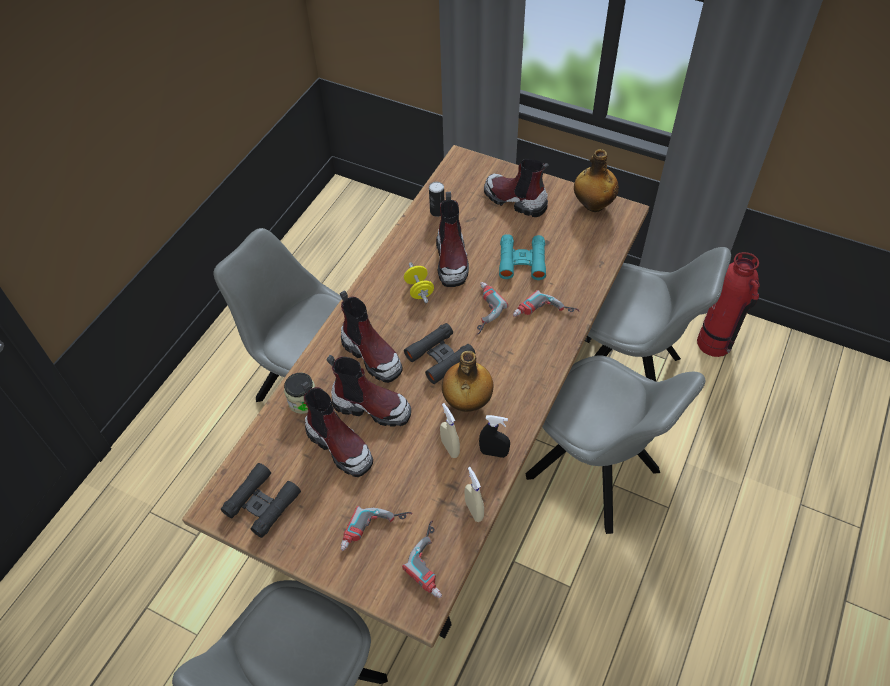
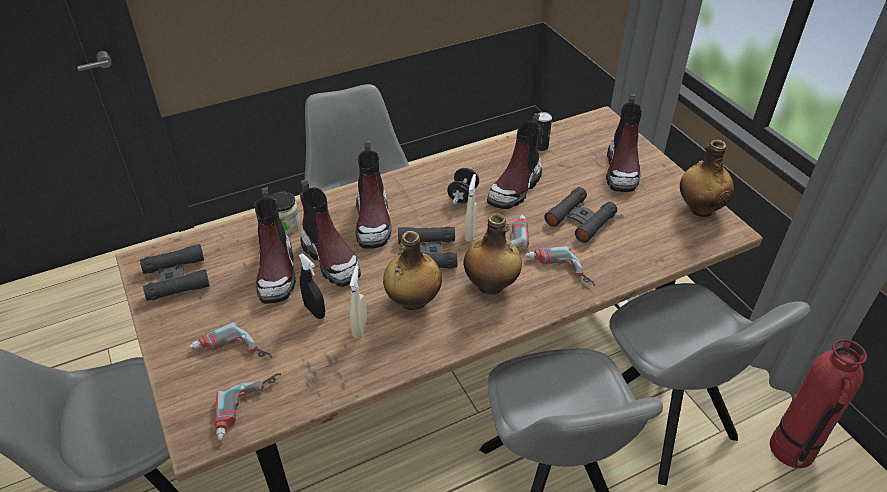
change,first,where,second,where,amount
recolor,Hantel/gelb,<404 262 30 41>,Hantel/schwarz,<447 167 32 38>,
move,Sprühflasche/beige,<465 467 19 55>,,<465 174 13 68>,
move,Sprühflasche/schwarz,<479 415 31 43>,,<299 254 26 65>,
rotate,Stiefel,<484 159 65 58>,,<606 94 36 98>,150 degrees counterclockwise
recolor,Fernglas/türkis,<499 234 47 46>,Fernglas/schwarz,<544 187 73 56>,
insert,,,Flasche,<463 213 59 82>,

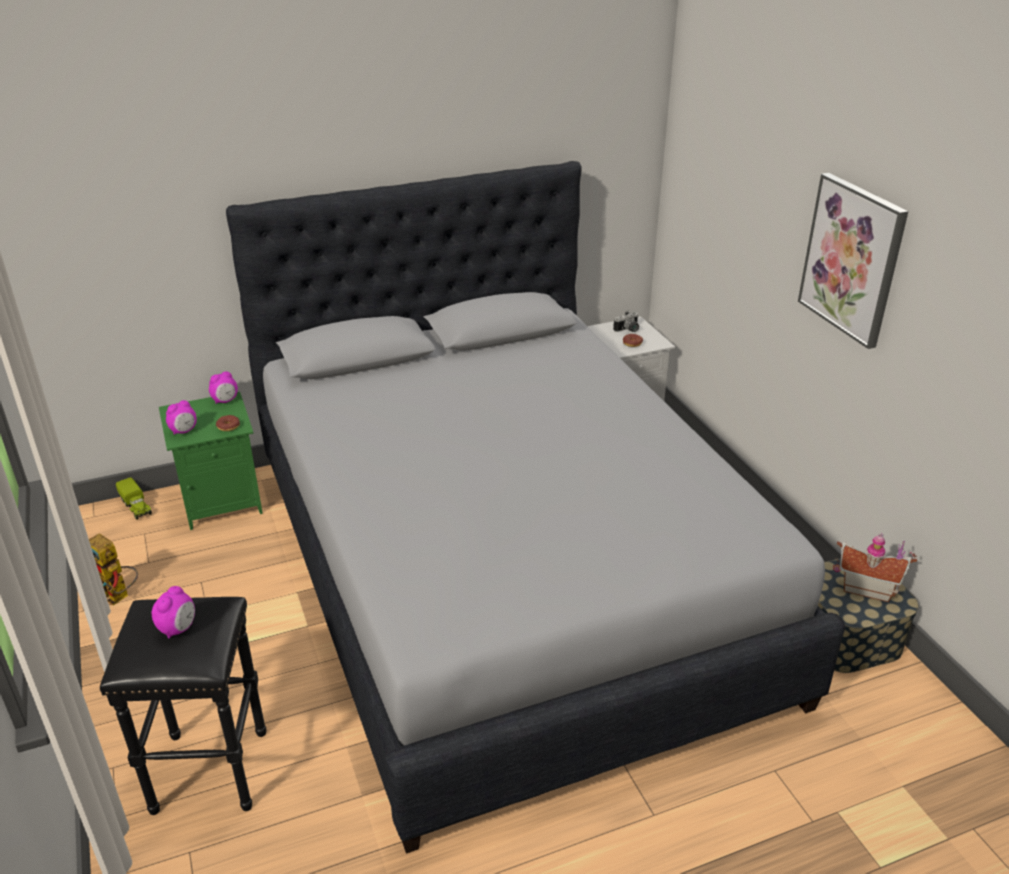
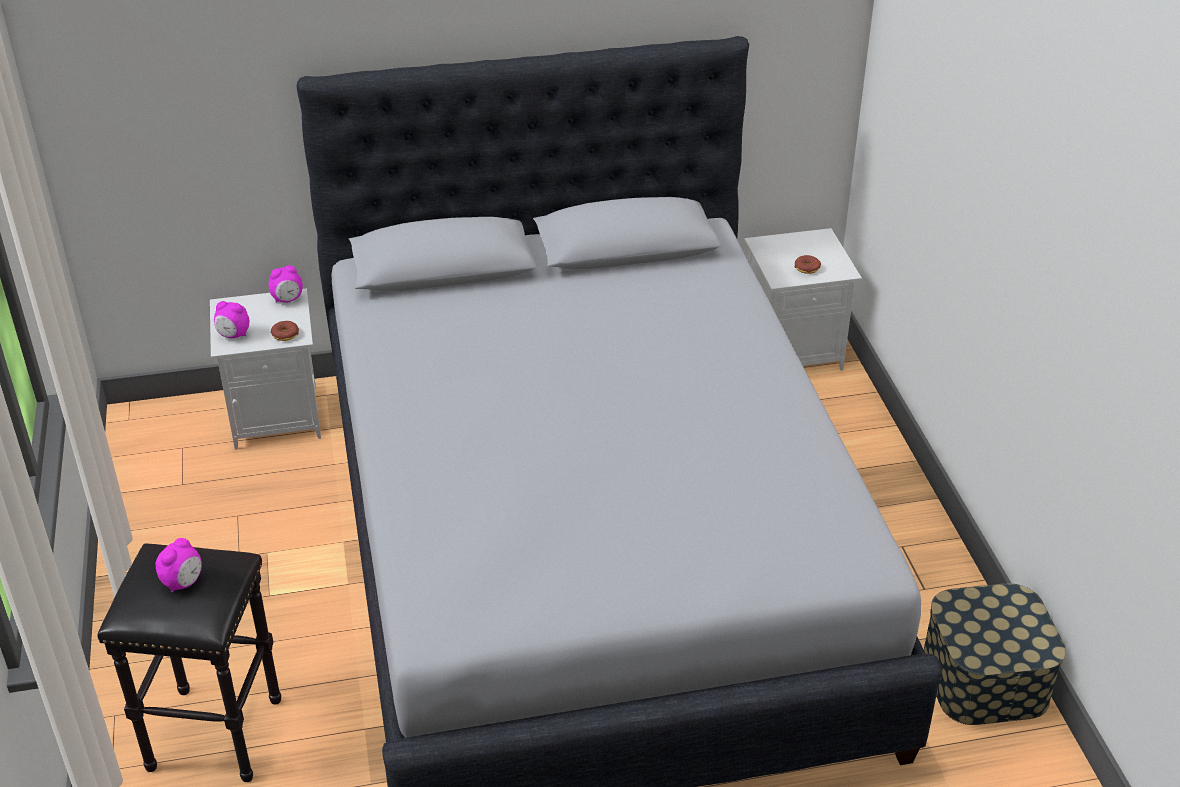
change,first,where,second,where,amount
delete,Spielzeugroboter,<89 533 49 72>,,,
delete,Spielzeuglaster,<116 477 36 43>,,,
recolor,Nachttisch/grün,<159 392 104 138>,Nachttisch/grau,<210 288 111 162>,
rotate,Wecker,<166 400 30 35>,,<214 301 35 37>,45 degrees clockwise
delete,Kamera,<613 310 26 22>,,,
delete,Bild,<798 173 110 176>,,,
delete,Spielzeughaus,<832 533 85 69>,,,

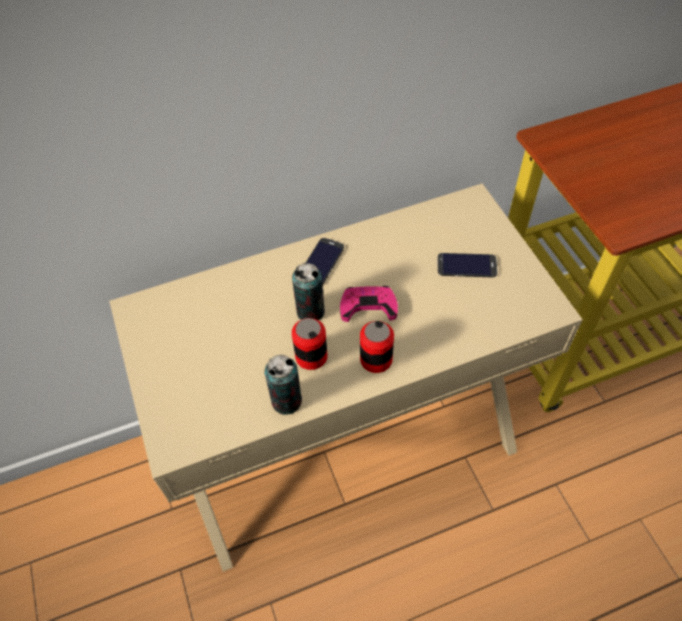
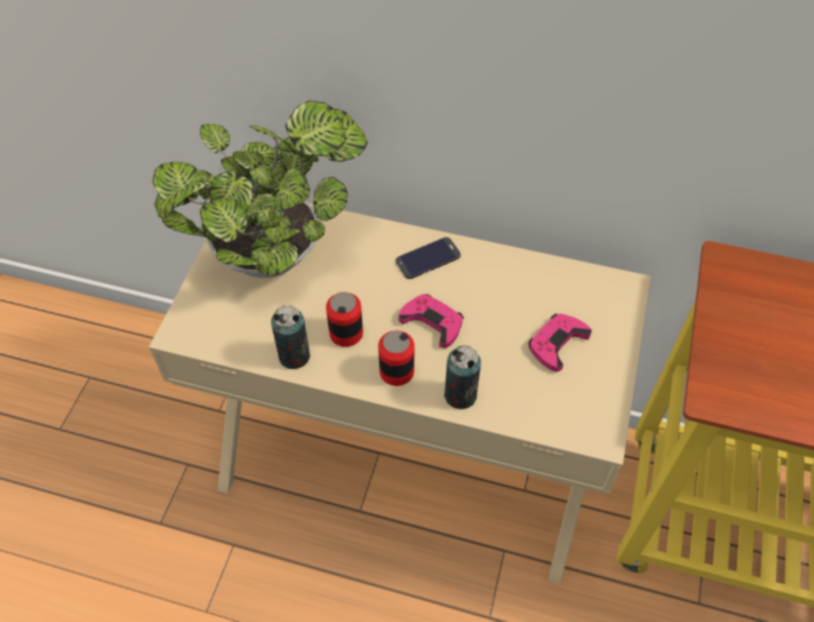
change,first,where,second,where,amount
move,Dose,<292 263 33 57>,,<444 345 37 64>,
replace,Handy,<437 253 60 24>,Gamepad/rosa,<528 313 64 59>,
insert,,,Topfpflanze,<152 101 216 177>,

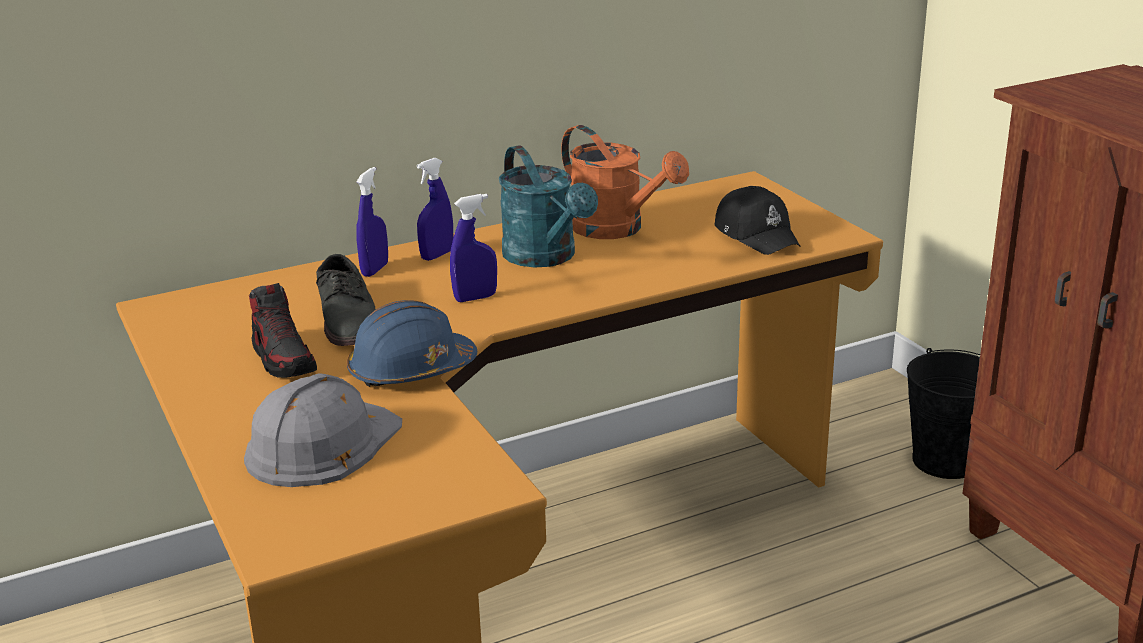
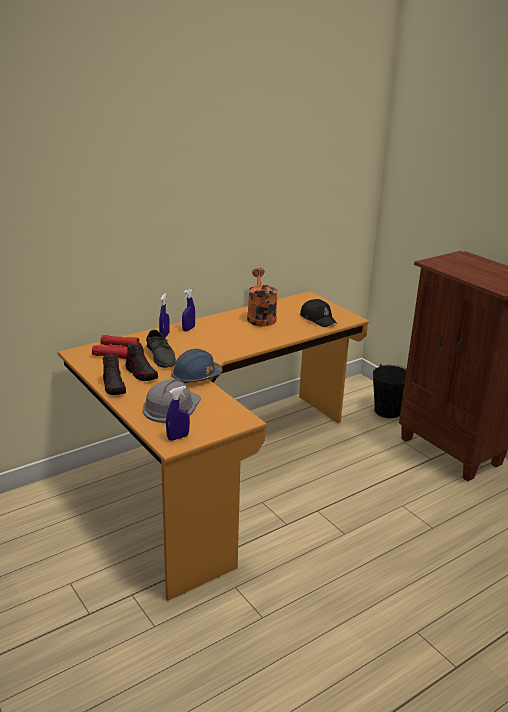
change,first,where,second,where,amount
move,Sprühflasche/blau,<450 194 47 108>,,<166 386 24 55>,
delete,Gießkanne/türkis,<499 145 99 123>,,,
rotate,Gießkanne/orange,<561 125 128 114>,,<247 268 31 58>,135 degrees counterclockwise
insert,,,Fernglas/rot,<92 335 47 24>,
insert,,,Schuh,<103 354 23 41>,

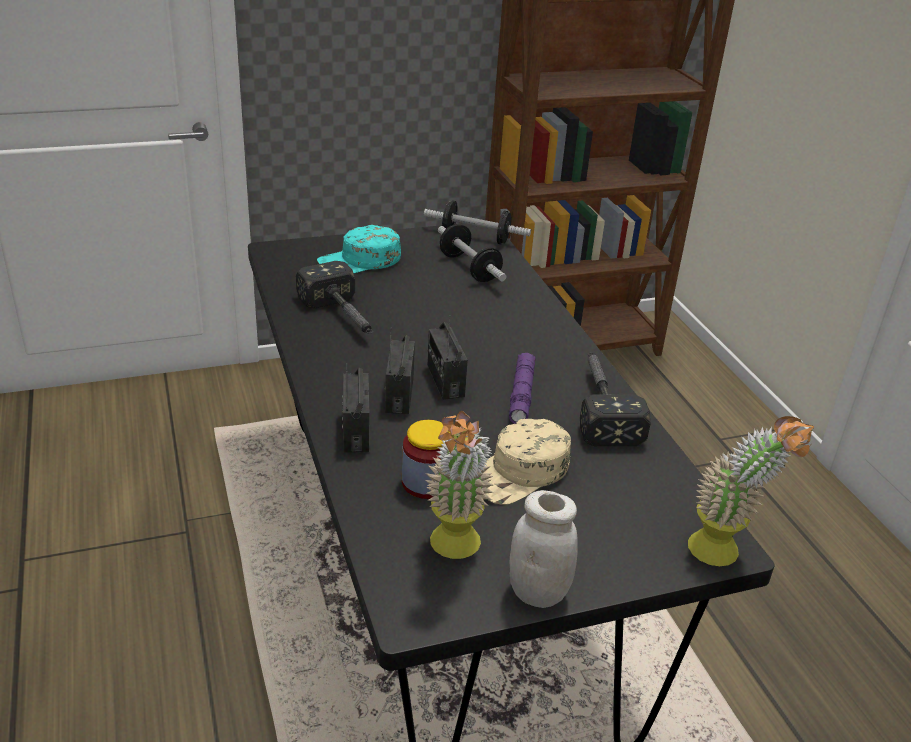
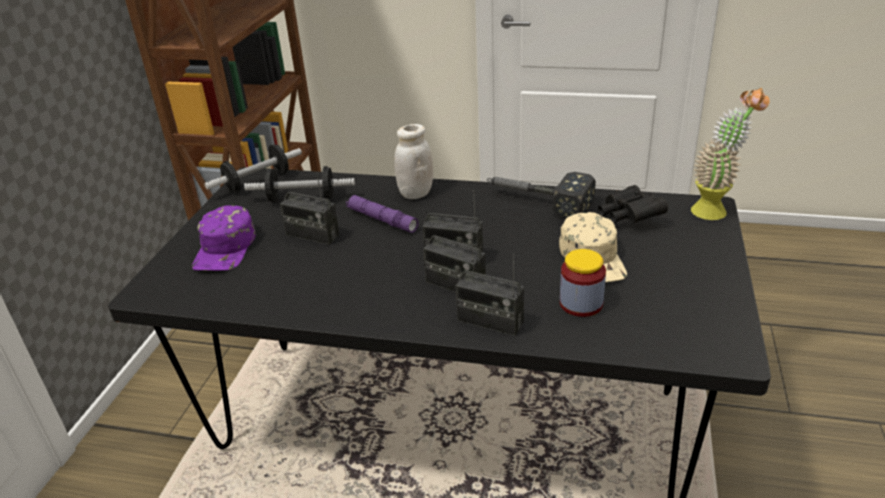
change,first,where,second,where,amount
delete,Hammer,<296 261 77 73>,,,
recolor,Kappe/türkis,<317 225 84 48>,Kappe/lila,<192 205 64 66>,
delete,Topfpflanze,<425 411 69 148>,,,
move,Taschenlampe/lila,<509 353 27 71>,,<346 195 73 38>,
move,Vorratsglas/weiß,<510 490 68 118>,,<394 124 39 75>,
insert,,,Radio,<280 173 59 72>,
insert,,,Fernglas/schwarz,<598 185 70 39>,

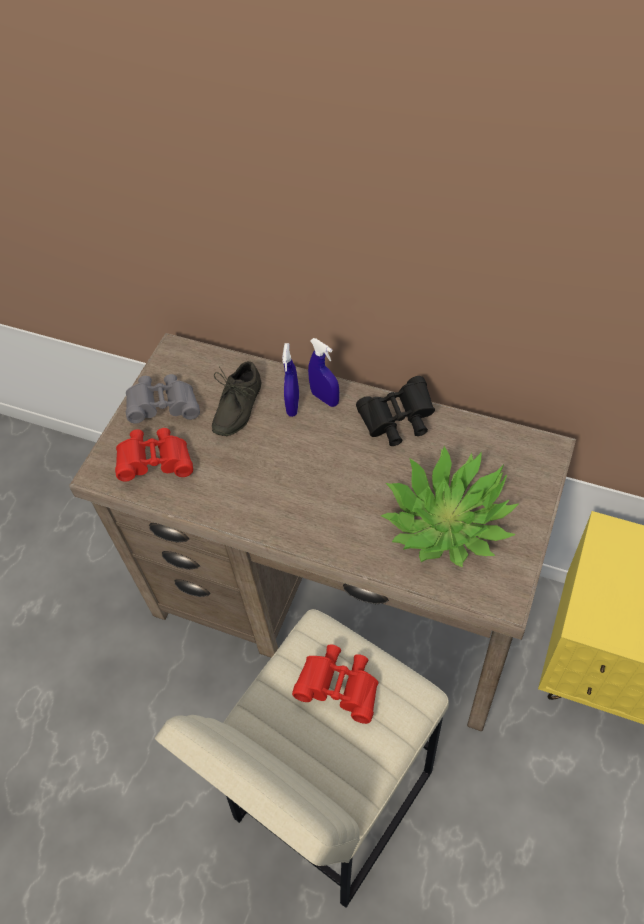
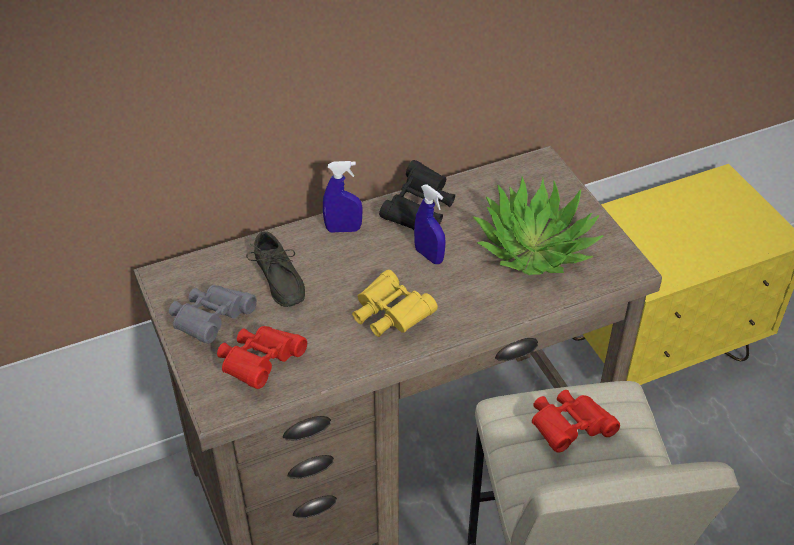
change,first,where,second,where,amount
move,Sprühflasche/blau,<282 343 17 74>,,<414 184 32 80>,
insert,,,Fernglas/gelb,<352 270 86 67>,

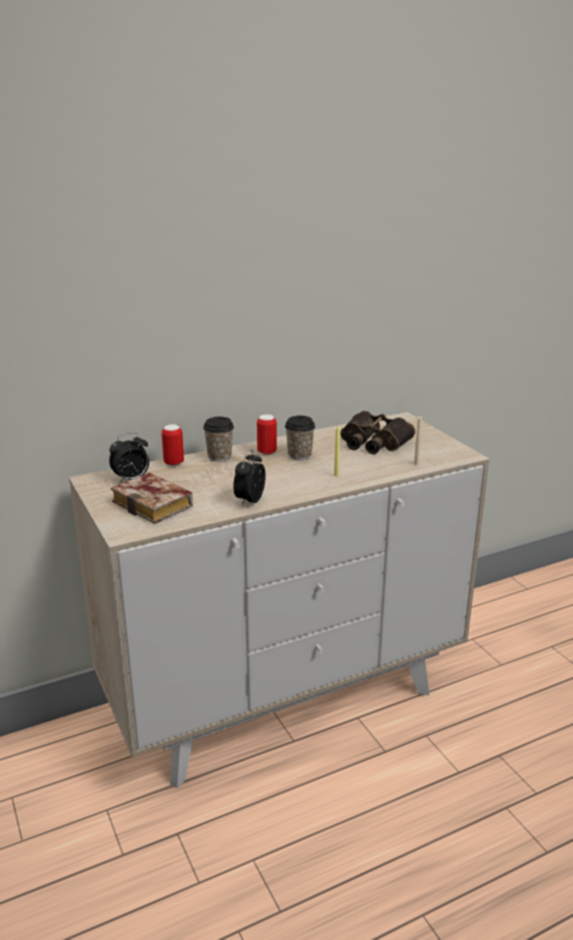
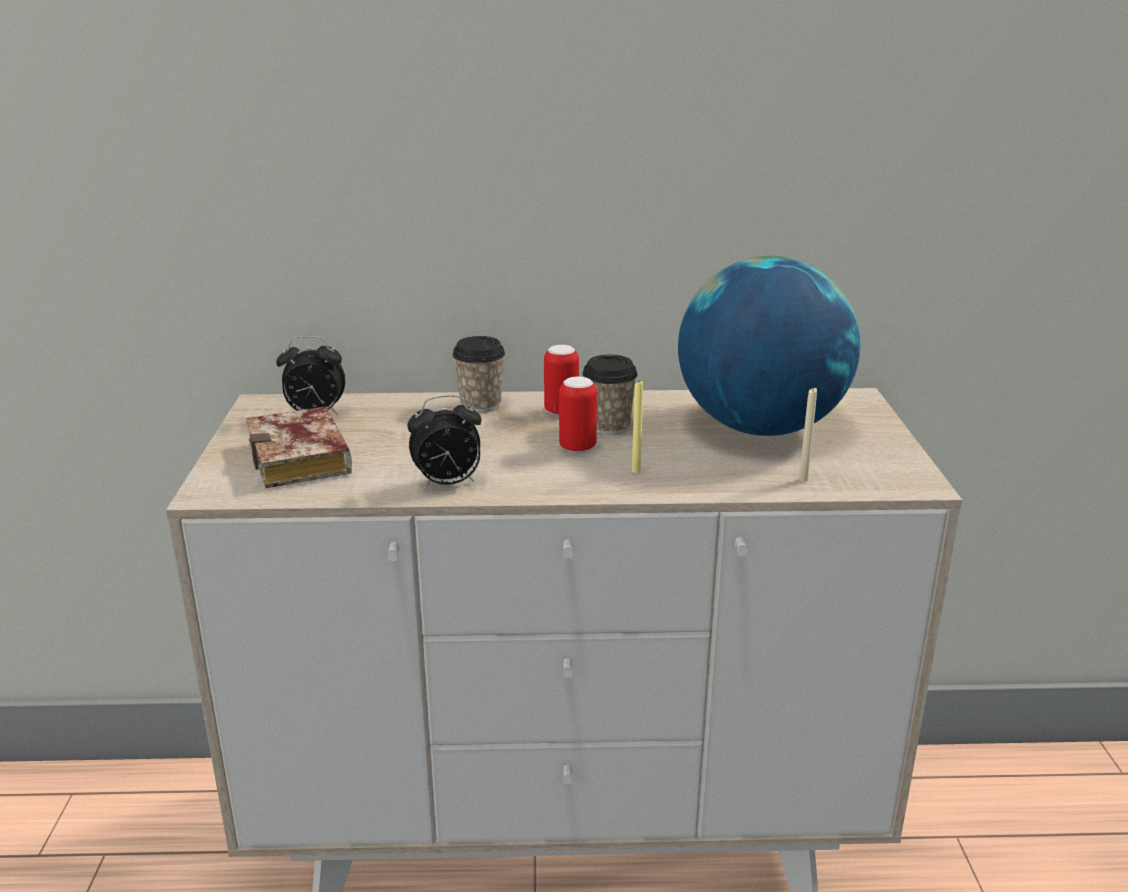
change,first,where,second,where,amount
move,Dose,<162 424 22 42>,,<559 377 38 76>,
rotate,Wecker,<233 450 33 57>,,<407 395 74 93>,150 degrees counterclockwise
replace,Fernglas,<340 411 75 43>,Globus,<678 256 183 180>,

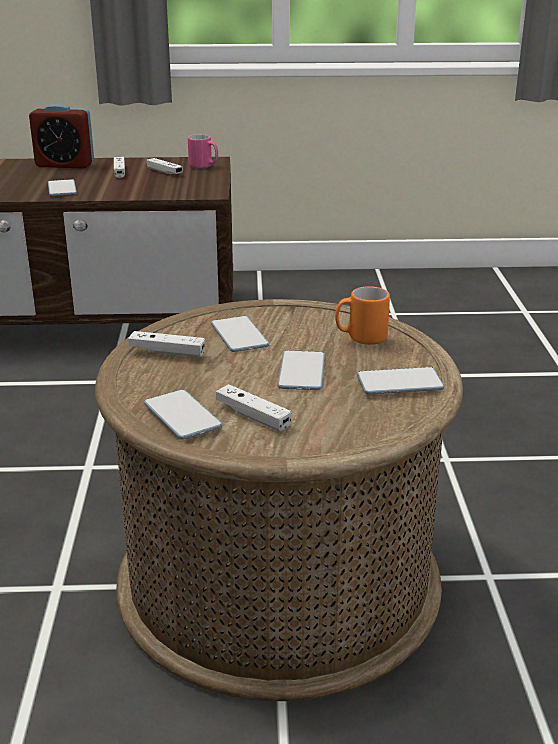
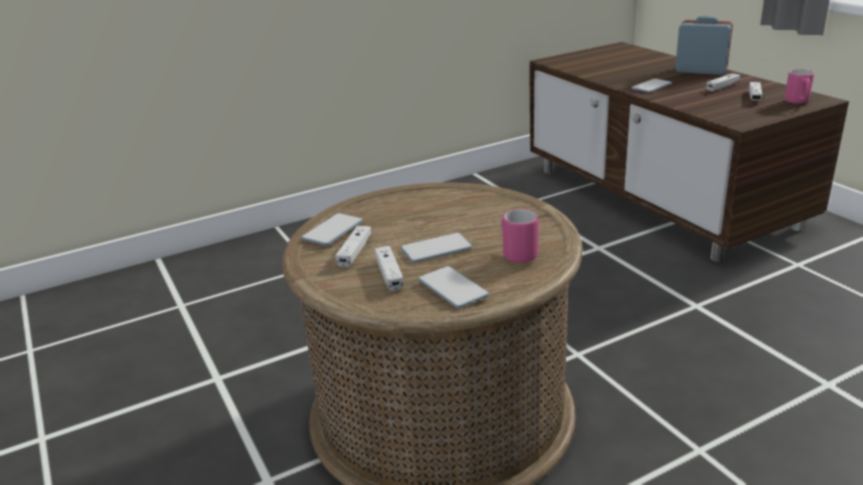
change,first,where,second,where,amount
rotate,Wecker,<29 103 65 66>,,<675 15 58 60>,135 degrees clockwise
move,Gamepad/weiß,<128 331 77 26>,,<375 246 29 45>,
delete,Handy,<211 316 58 36>,,,
recolor,Henkelbecher/orange,<335 286 55 59>,Henkelbecher/rosa,<501 209 38 54>,

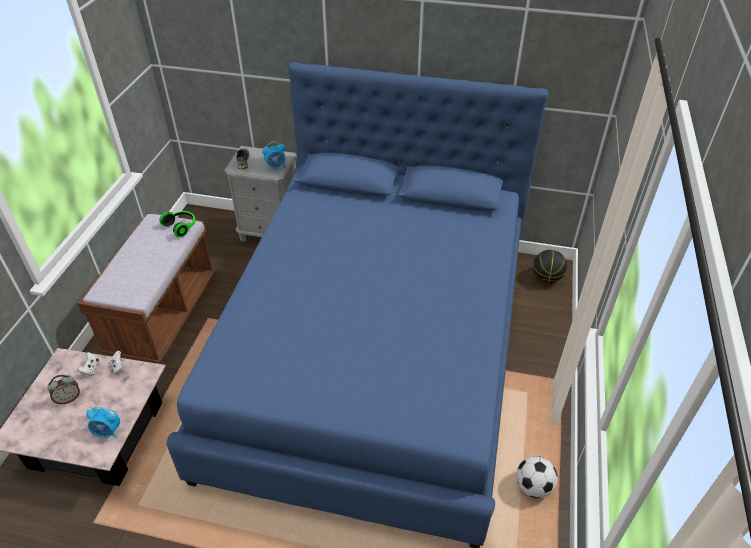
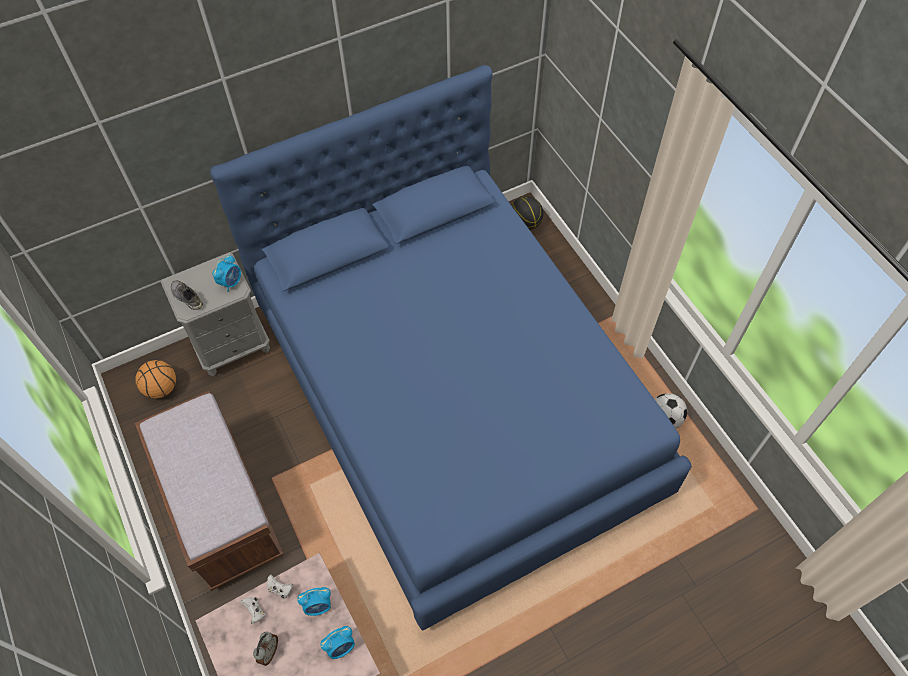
change,first,where,second,where,amount
delete,Kopfhörer,<160 211 36 27>,,,
insert,,,Basketball,<136 360 40 39>,
insert,,,Wecker,<297 587 34 29>,

